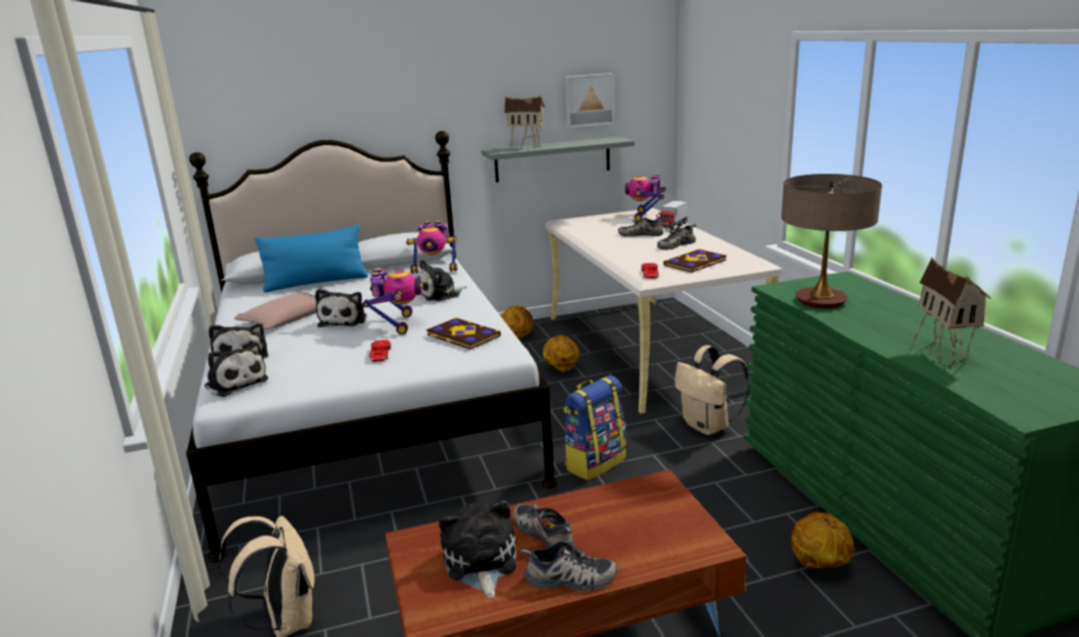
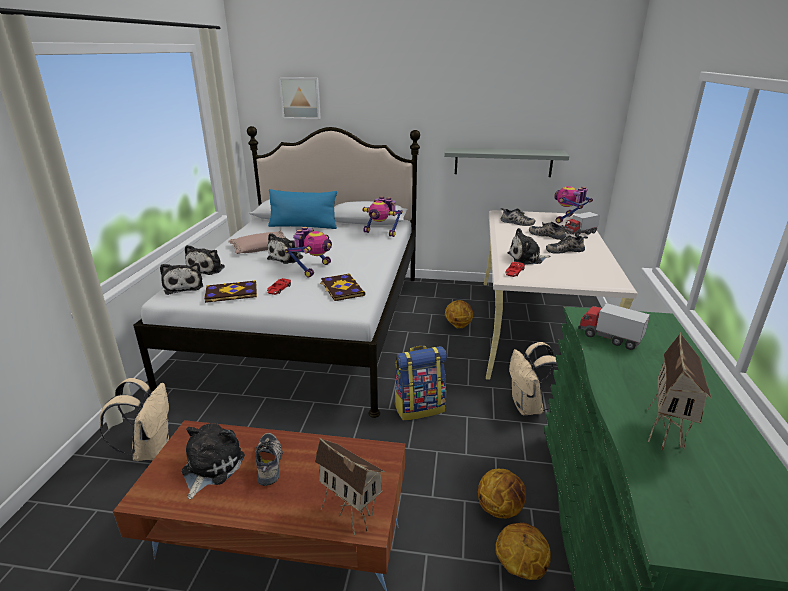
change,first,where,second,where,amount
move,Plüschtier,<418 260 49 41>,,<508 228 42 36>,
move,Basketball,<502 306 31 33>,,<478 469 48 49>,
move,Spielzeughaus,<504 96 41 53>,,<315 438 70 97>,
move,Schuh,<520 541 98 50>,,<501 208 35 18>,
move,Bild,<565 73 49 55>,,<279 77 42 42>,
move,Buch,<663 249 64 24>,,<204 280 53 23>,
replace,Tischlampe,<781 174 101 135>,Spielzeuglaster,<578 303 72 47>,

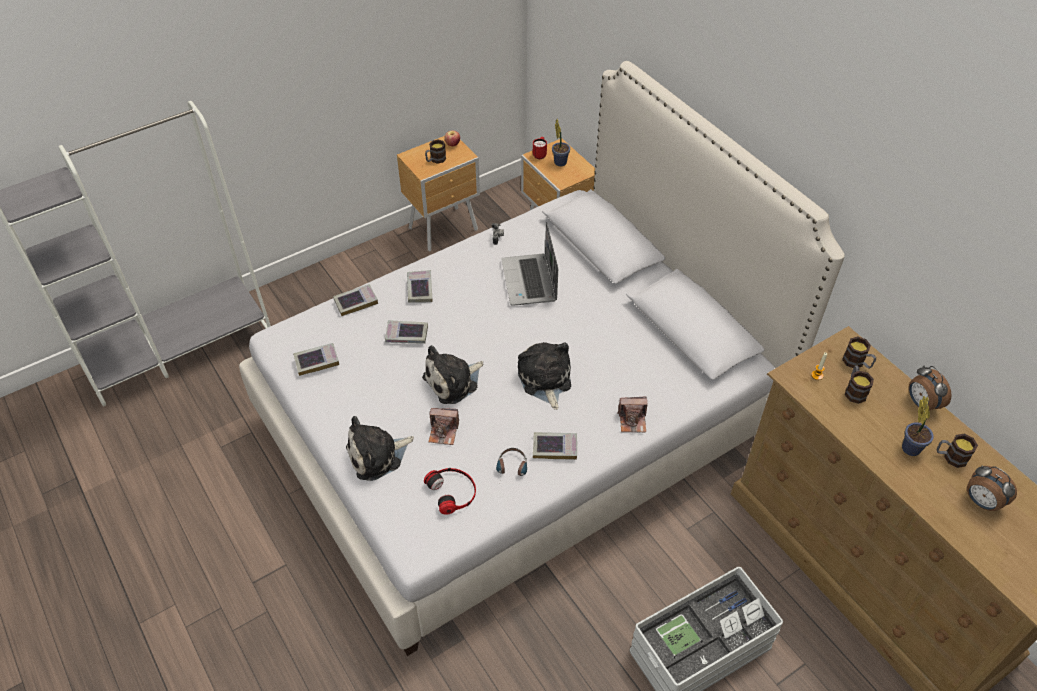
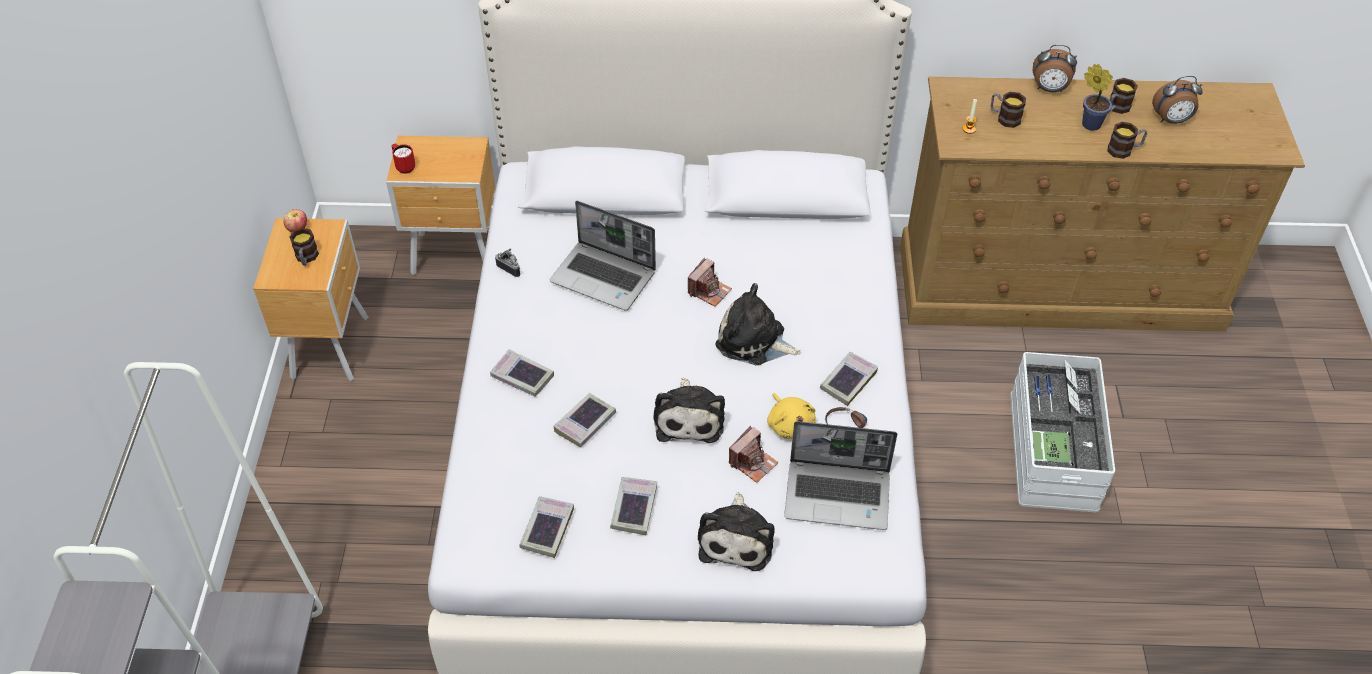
change,first,where,second,where,amount
move,Buch,<333 284 45 32>,,<610 477 47 58>,
replace,Kopfhörer,<424 468 52 47>,Laptop,<784 421 113 109>,
delete,Topfpflanze,<552 119 18 48>,,,
move,Kamera,<617 396 30 36>,,<688 257 44 50>,
move,Henkelbecher,<842 337 34 32>,,<1107 122 40 37>,
insert,,,Plüschtier/gelb,<767 393 49 46>,

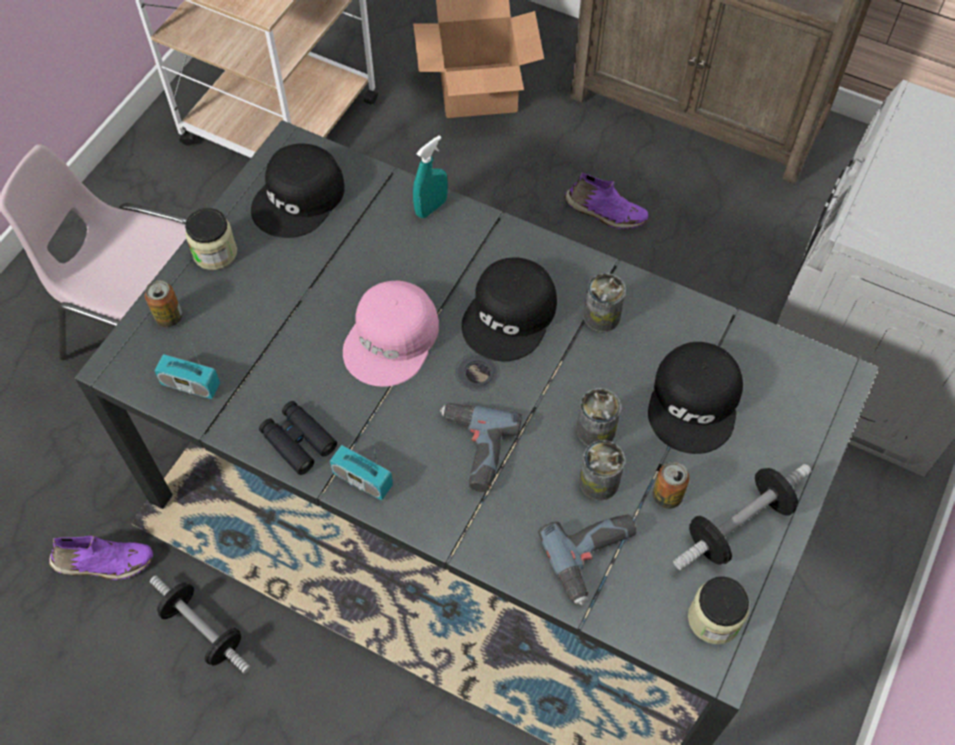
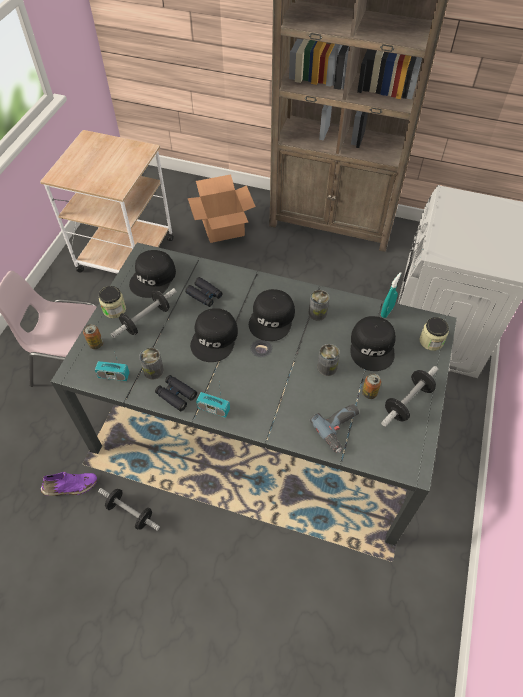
change,first,where,second,where,amount
recolor,Kappe/rosa,<343 281 96 106>,Kappe/schwarz,<190 308 48 54>,
move,Sprühflasche/türkis,<413 135 35 83>,,<381 272 21 46>,
delete,Bohrmaschine,<440 403 82 89>,,,
delete,Schuh/lila,<564 173 84 56>,,,
move,Dose,<579 440 46 61>,,<139 347 25 32>,
move,Vorratsglas,<688 576 61 68>,,<419 317 30 34>,
insert,,,Hantel,<111 288 66 50>,
insert,,,Fernglas/schwarz,<185 277 38 30>,

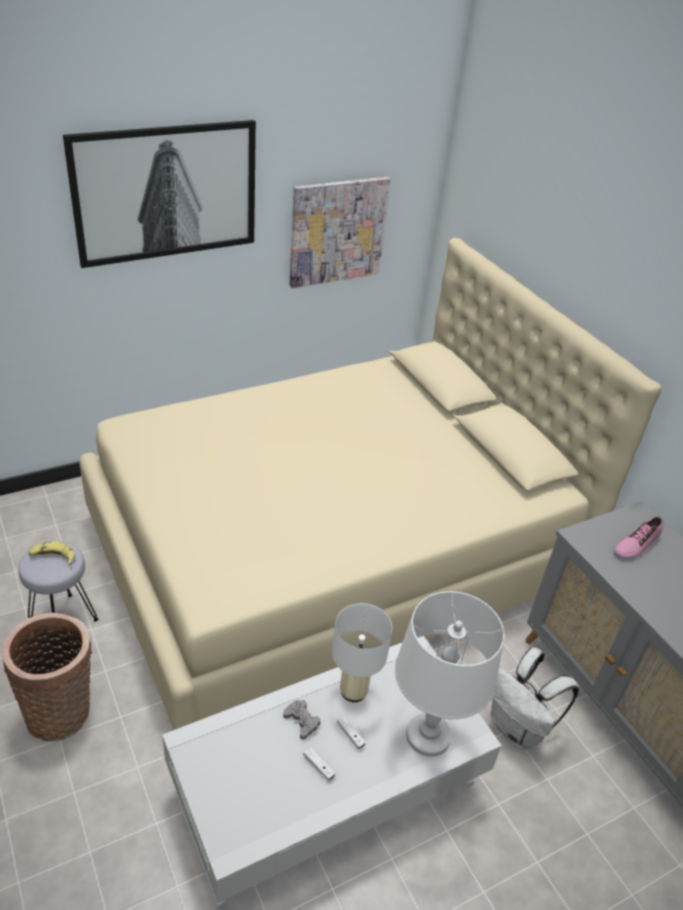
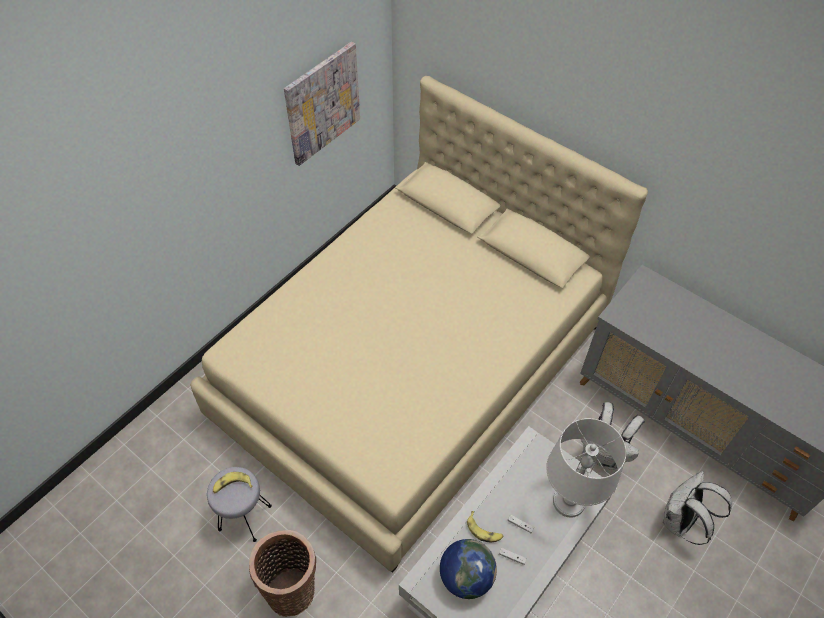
change,first,where,second,where,amount
delete,Bild,<63 120 193 148>,,,
replace,Gamepad/grau,<283 700 37 39>,Banane,<467 511 36 31>,
delete,Tischlampe/weiß,<332 603 60 99>,,,
delete,Schuh,<614 516 49 44>,,,
insert,,,Globus,<440 539 57 60>,
insert,,,Rucksack/weiß,<663 471 69 74>,

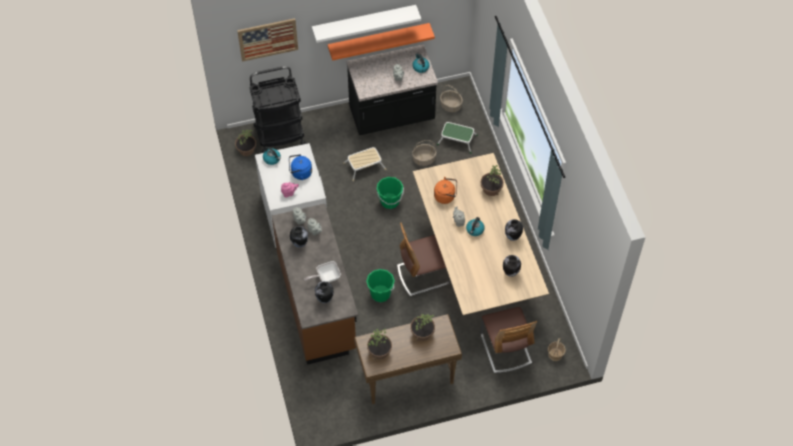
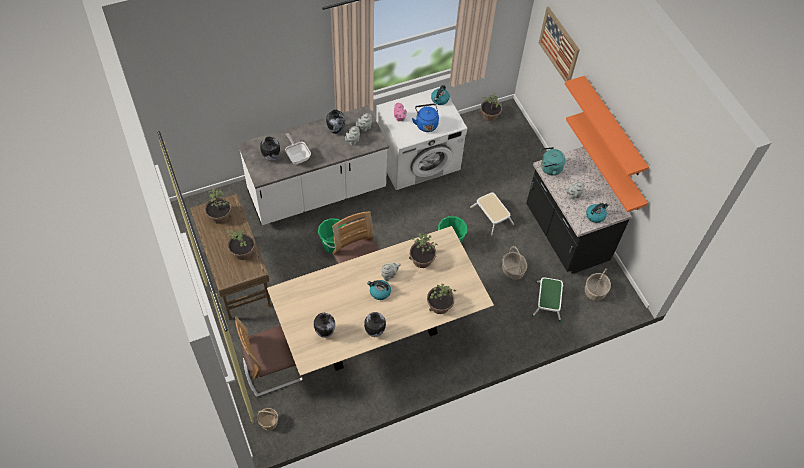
change,first,where,second,where,amount
delete,Rollwagen/schwarz,<250 66 56 87>,,,
recolor,Küchenzeile/braun,<272 204 86 161>,Küchenzeile/weiß,<238 105 151 120>,
recolor,Wandregal/weiß,<312 5 109 38>,Wandregal/orange,<565 76 84 100>,
replace,Wasserkessel/orange,<434 177 23 27>,Topfpflanze,<409 233 28 35>,
insert,,,Wasserkessel/türkis,<540 147 25 28>,

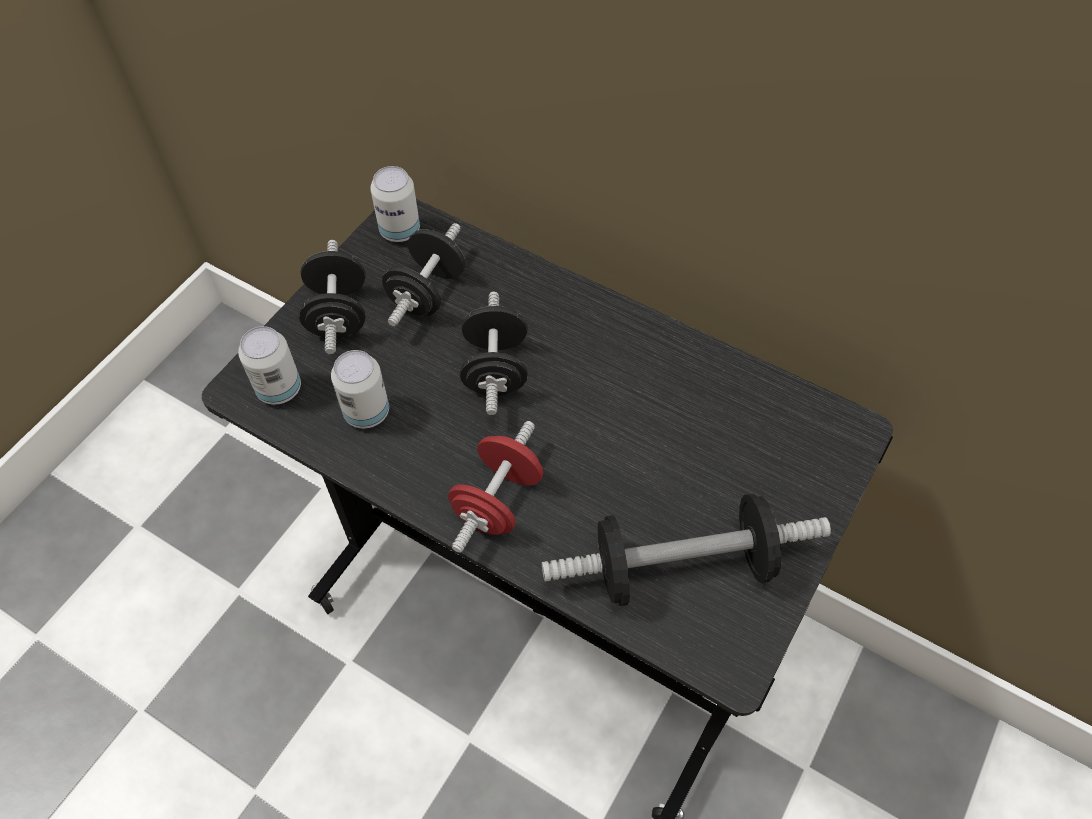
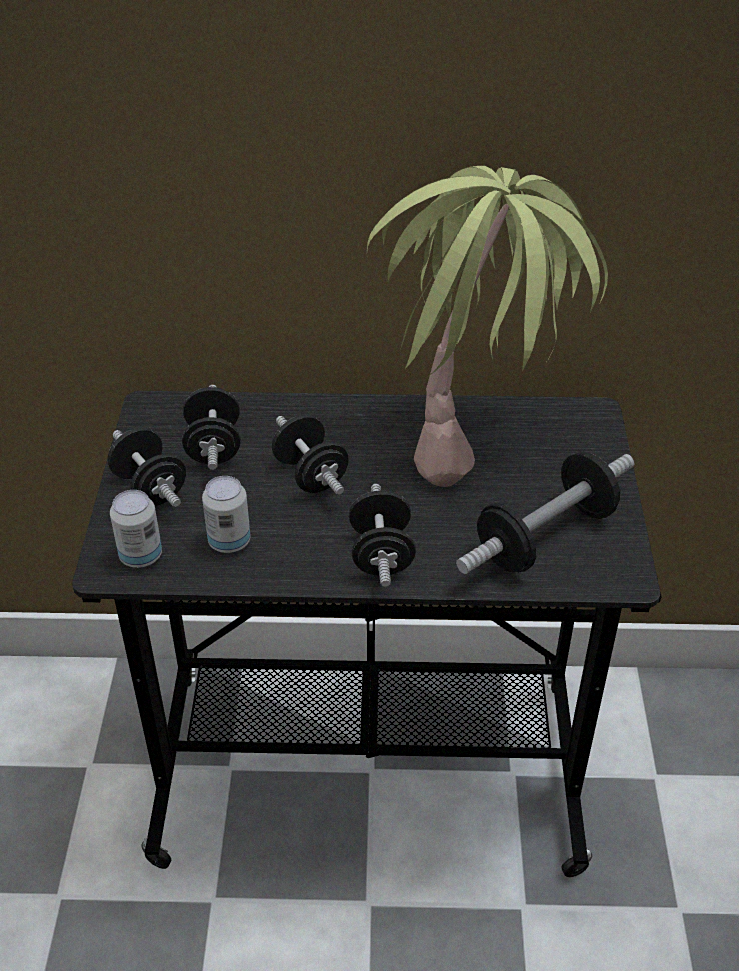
change,first,where,second,where,amount
delete,Dose,<370 166 50 76>,,,
recolor,Hantel/rot,<448 421 95 132>,Hantel/schwarz,<349 484 67 103>,
insert,,,Topfpflanze,<367 166 241 321>,

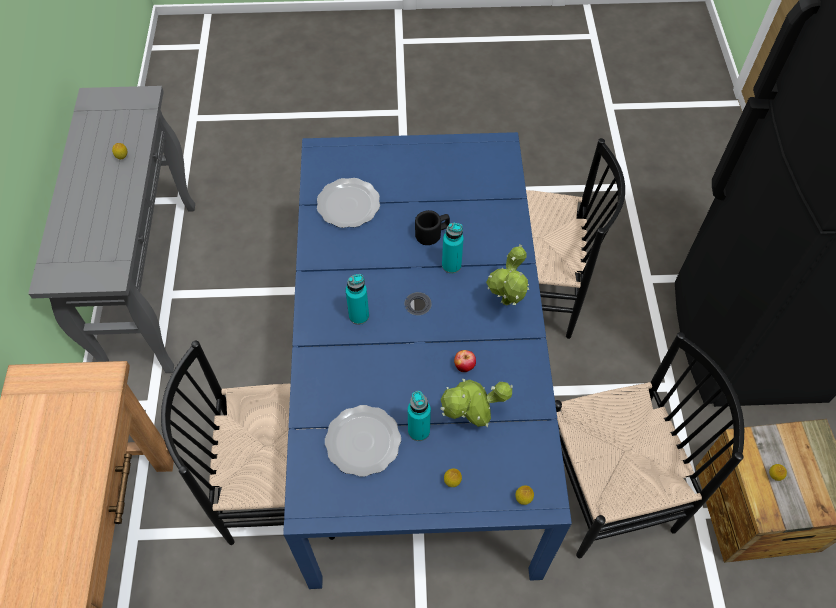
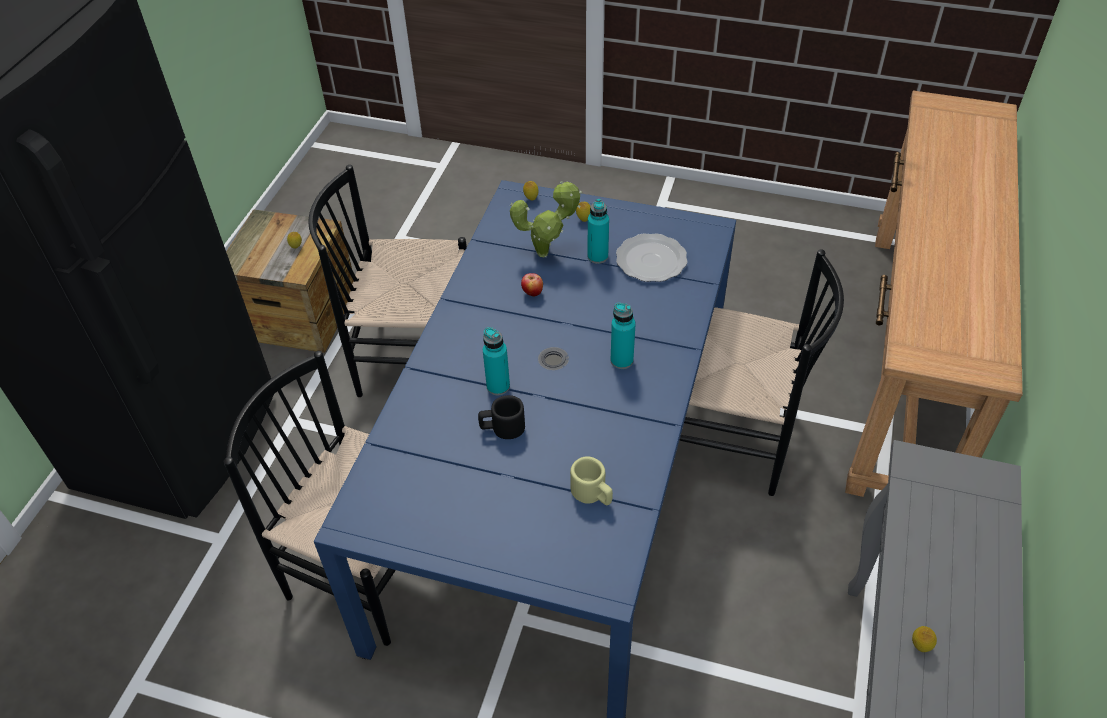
change,first,where,second,where,amount
replace,Teller,<317 178 63 50>,Henkelbecher/beige,<570 456 43 49>,
delete,Topfpflanze,<486 244 43 62>,,,

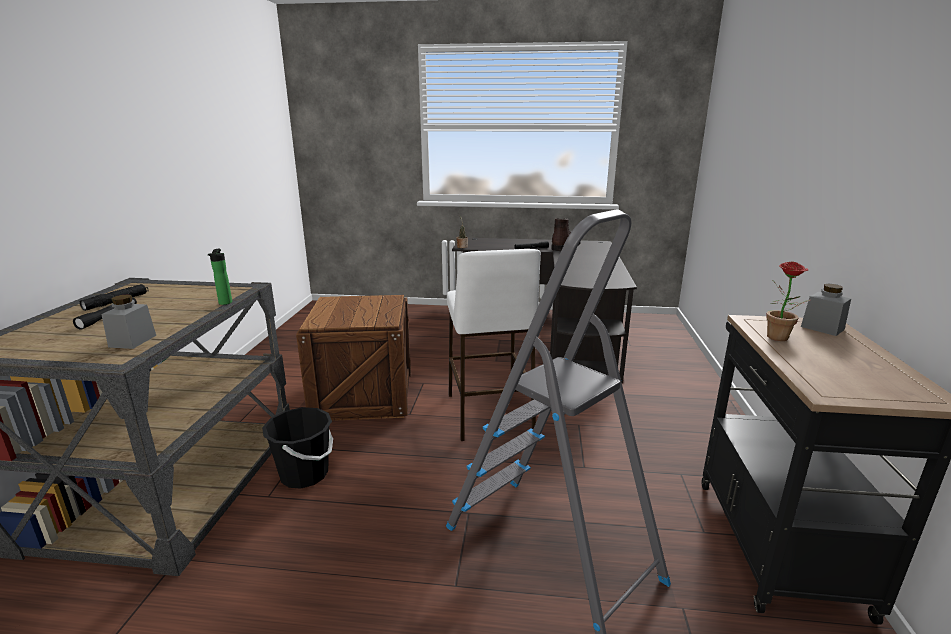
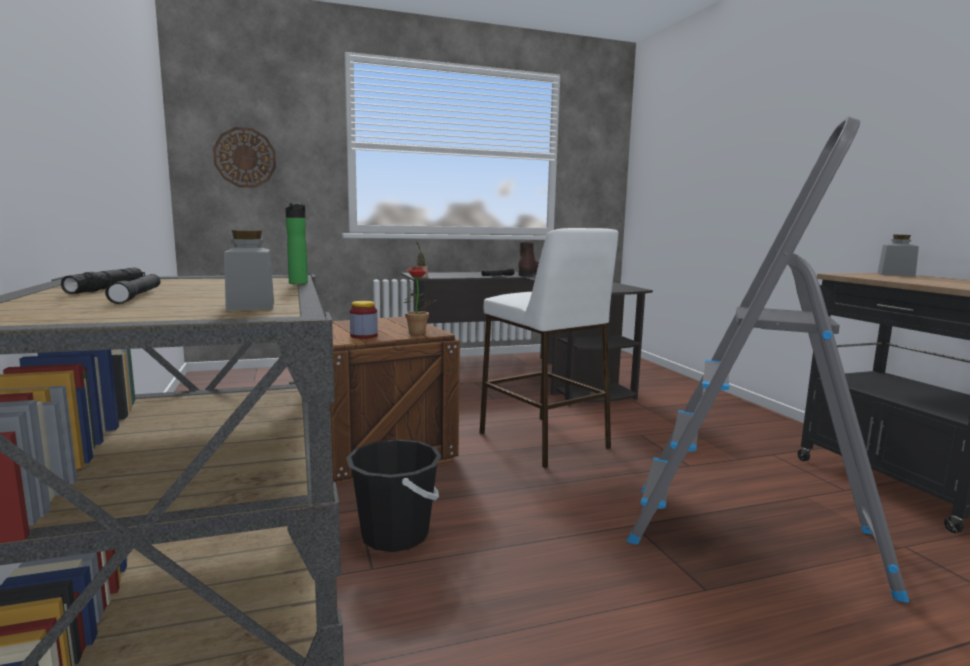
change,first,where,second,where,amount
move,Topfpflanze,<766 262 44 79>,,<404 267 35 68>,
insert,,,Wanduhr,<213 127 63 61>,
insert,,,Vorratsglas,<350 301 28 38>,

